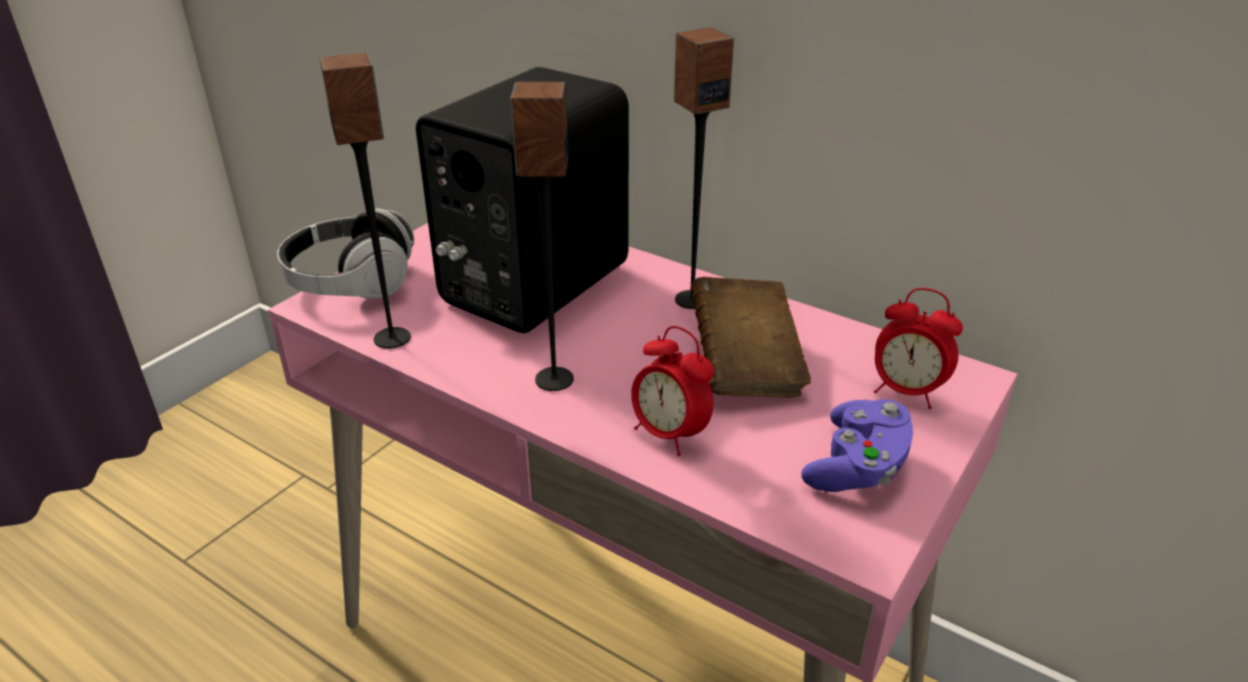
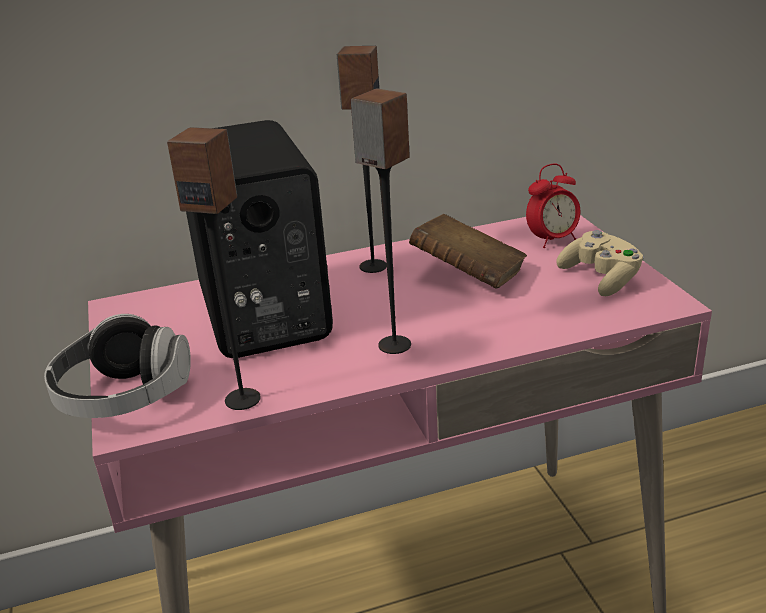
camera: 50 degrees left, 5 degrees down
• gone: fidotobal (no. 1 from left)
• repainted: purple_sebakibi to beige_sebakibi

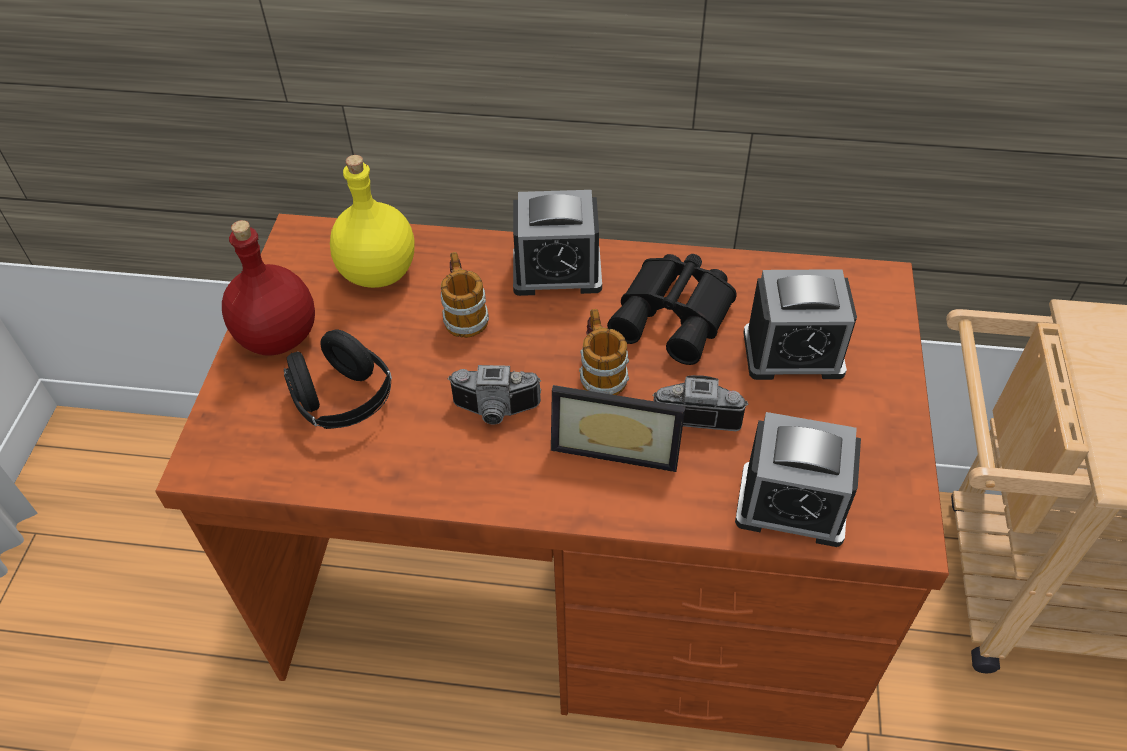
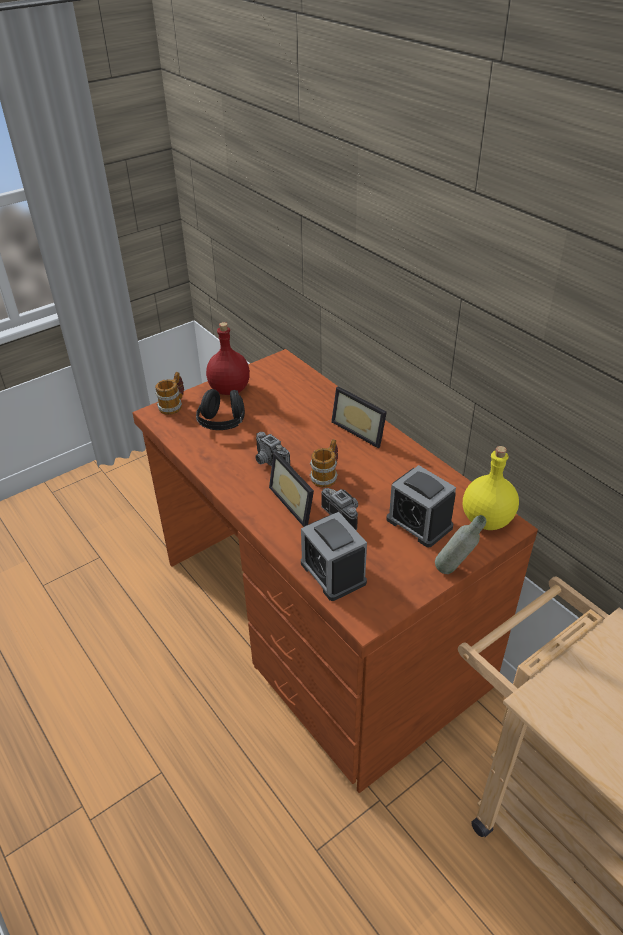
camera: 45 degrees right, 10 degrees down
• shifted: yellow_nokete
• swapped: fidotobal (no. 1 from left) to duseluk (no. 2 from left)
• shifted: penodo (no. 1 from left)
• gone: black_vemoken
• new: grey_nokete

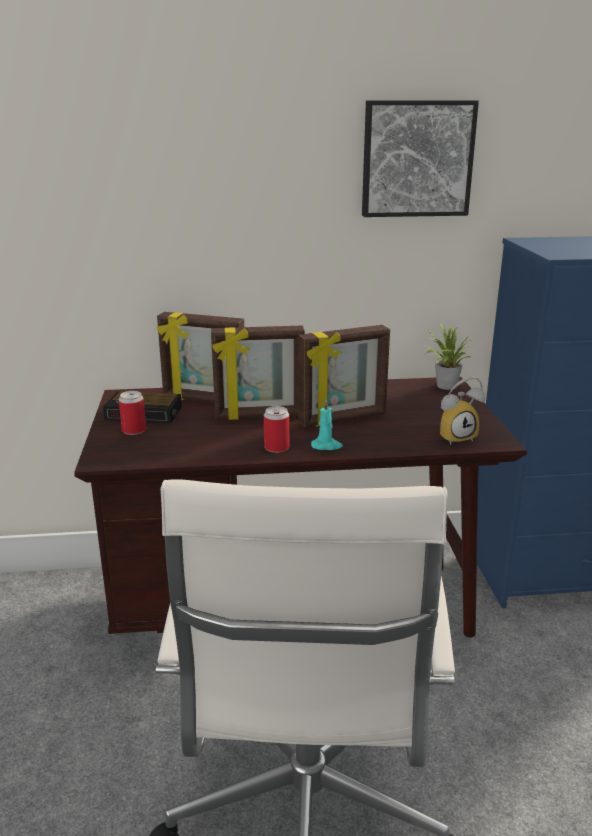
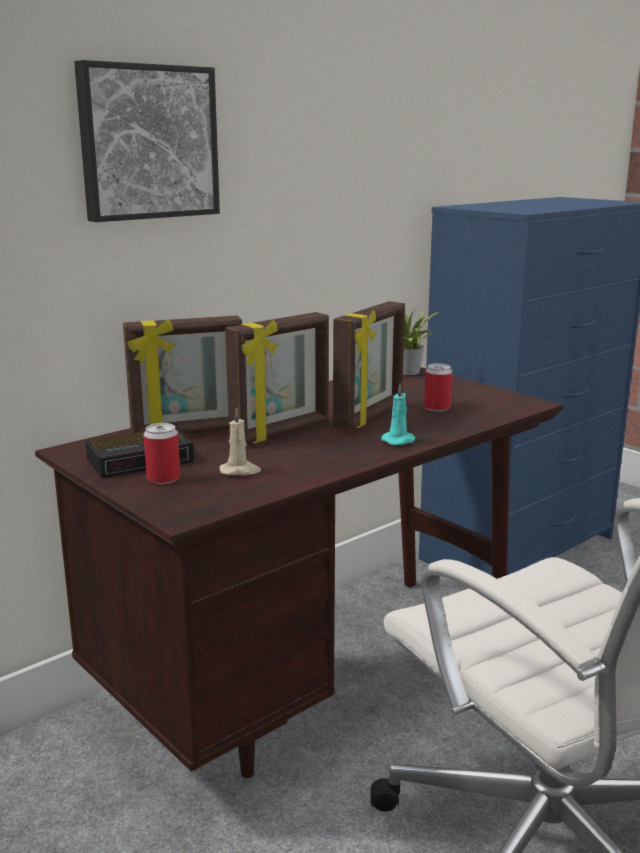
camera: 35 degrees left, 5 degrees down
• shifted: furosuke
• gone: fidotobal (no. 2 from left)
• shifted: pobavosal (no. 2 from left)
• new: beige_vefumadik

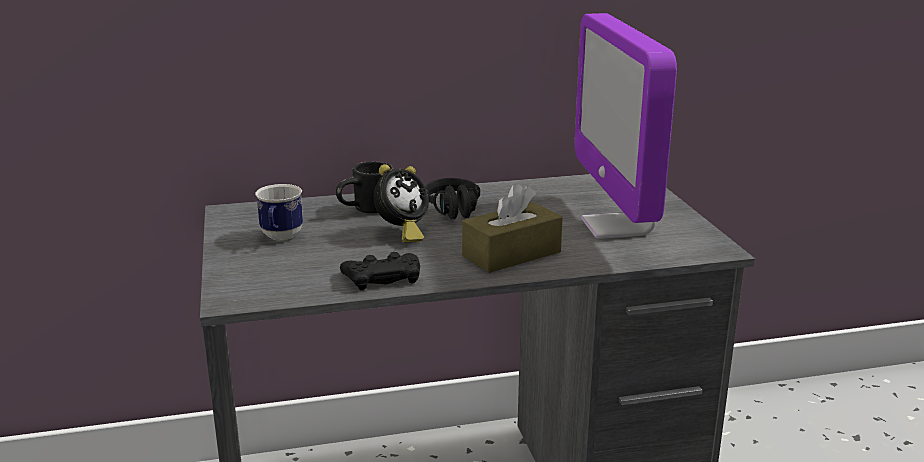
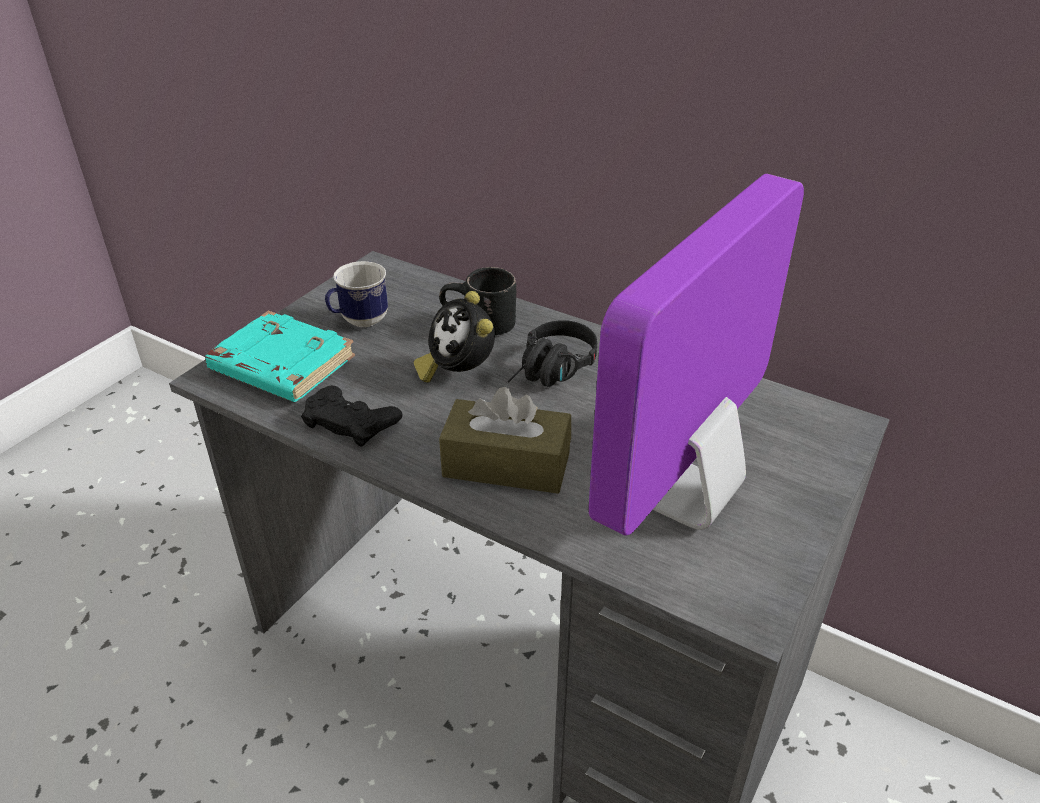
camera: 45 degrees right, 15 degrees up
• rotated: fidotobal 60 degrees clockwise
• new: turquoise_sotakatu

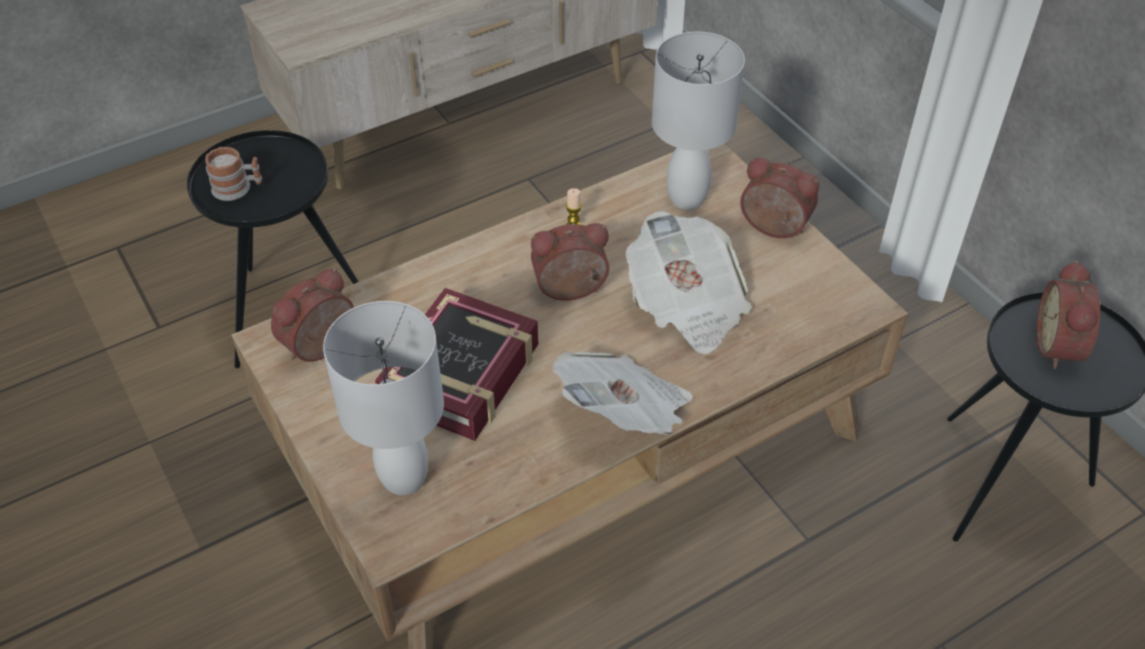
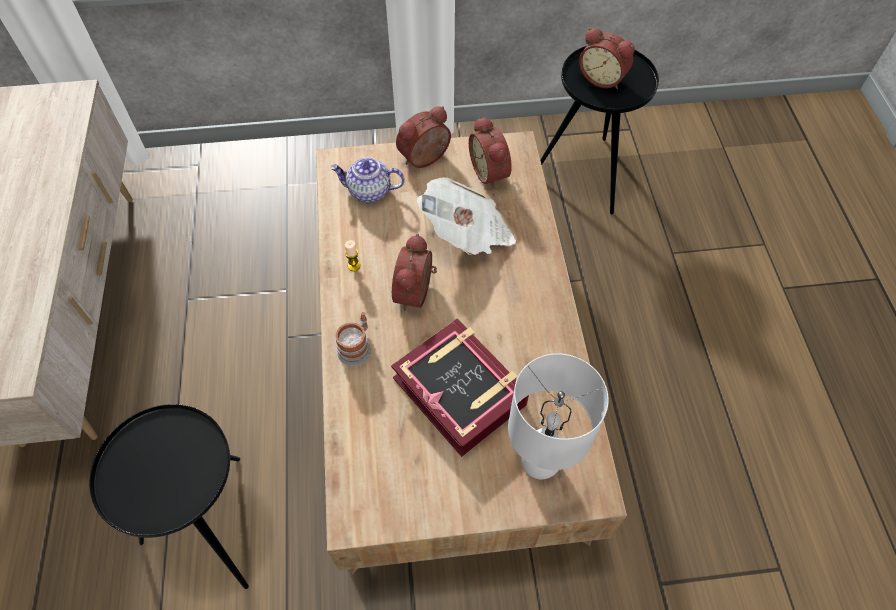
camera: 65 degrees left, 10 degrees up
• swapped: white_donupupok (no. 2 from left) to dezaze
• shifted: penodo
• shifted: fidotobal (no. 1 from left in the first image) to fidotobal (no. 3 from left)
• gone: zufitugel (no. 1 from left)

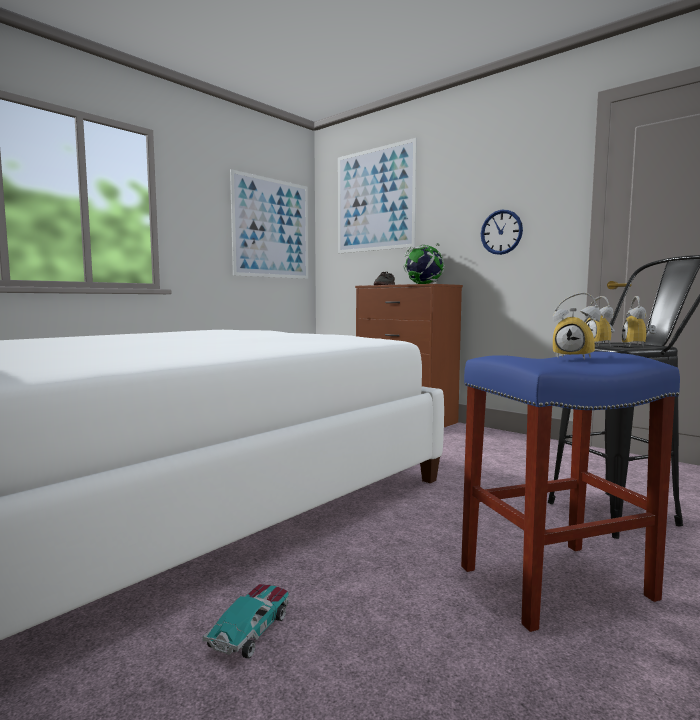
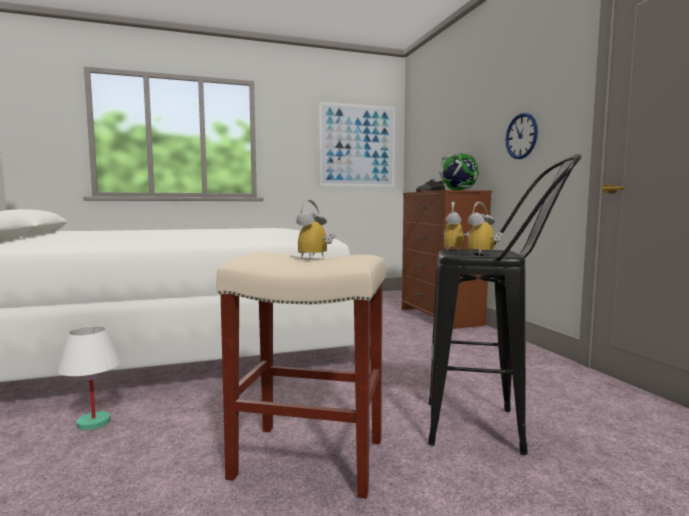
camera: 30 degrees right, 0 degrees up
• gone: furosuke (no. 2 from left)
• rotated: fidotobal (no. 1 from left) 60 degrees clockwise
• repainted: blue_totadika to beige_totadika
• swapped: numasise to white_donupupok

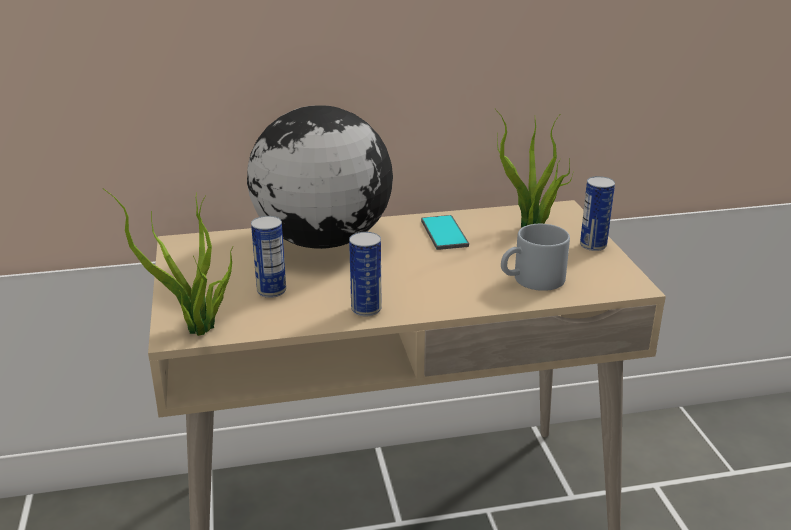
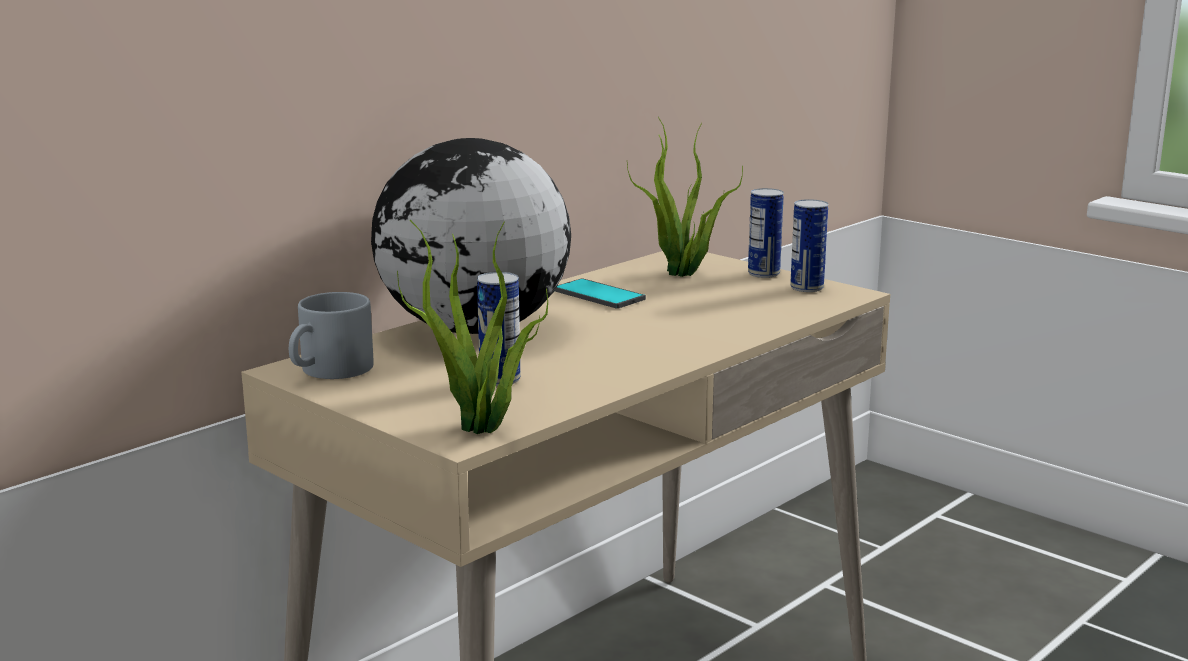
camera: 35 degrees left, 10 degrees down
• shifted: grey_penodo
• shifted: pobavosal (no. 2 from left in the first image) to pobavosal (no. 3 from left)

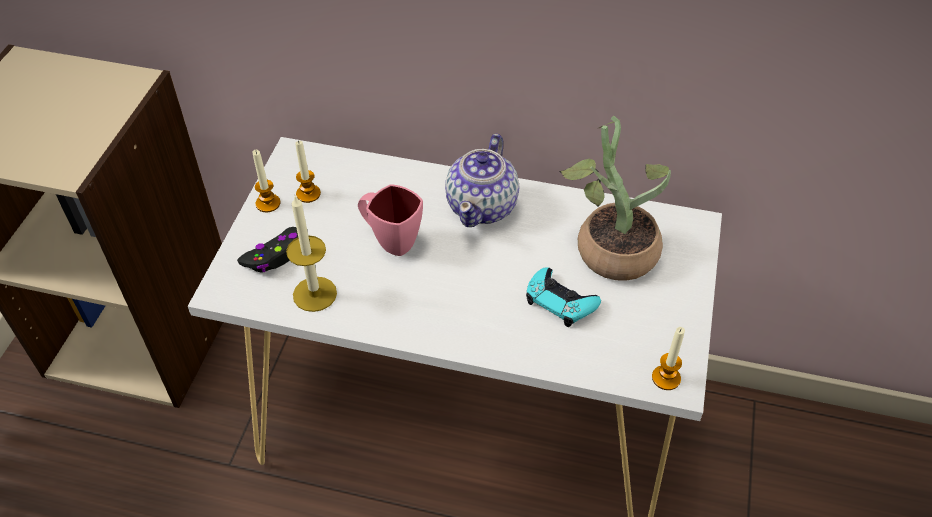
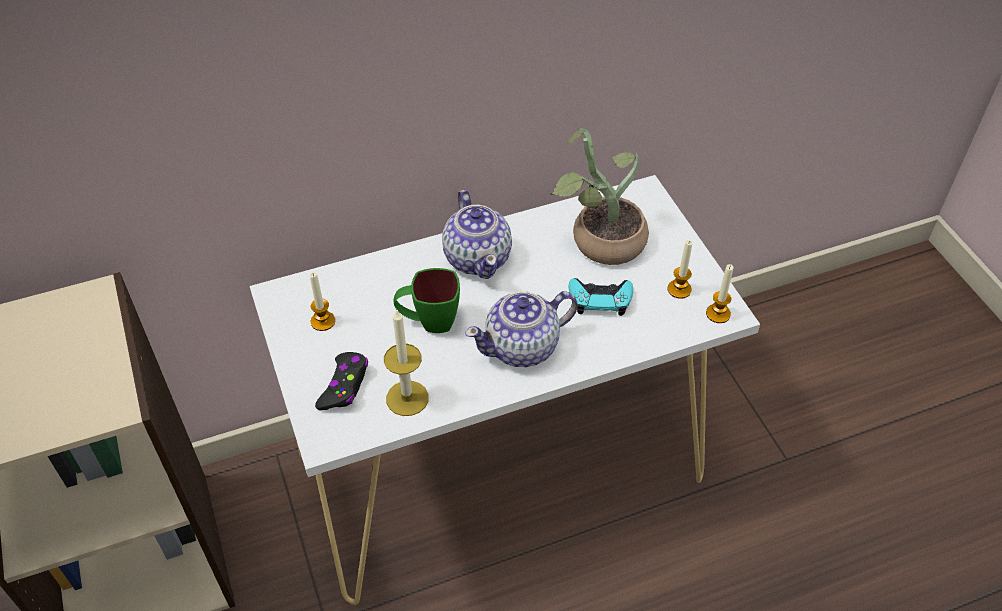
camera: 35 degrees left, 0 degrees up
• shifted: vefumadik (no. 1 from left in the first image) to vefumadik (no. 3 from left)
• repainted: pink_penodo to green_penodo
• new: dezaze (no. 2 from left)

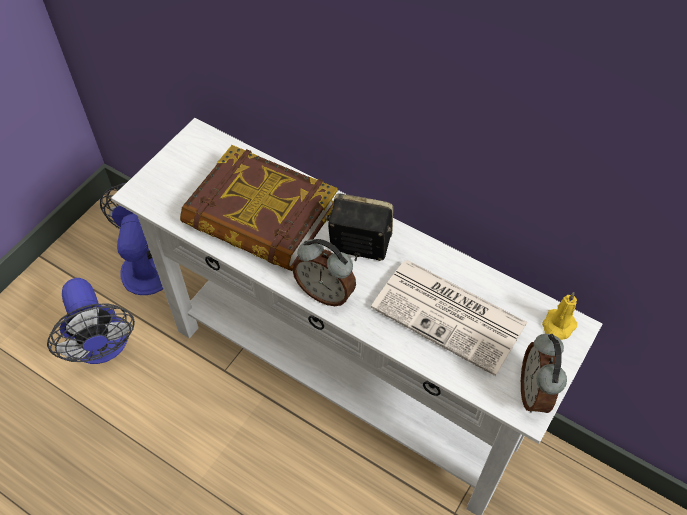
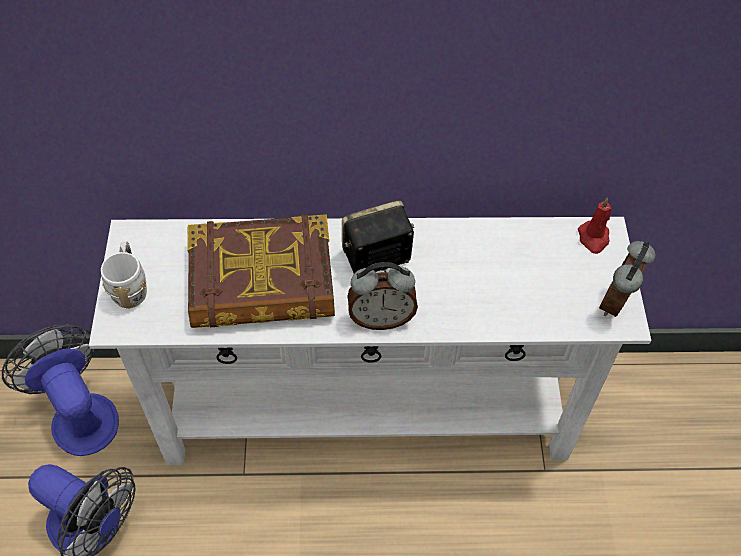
camera: 35 degrees left, 0 degrees up
• gone: zufitugel
• repainted: yellow_vefumadik to red_vefumadik
• rotated: fidotobal (no. 2 from left) 60 degrees clockwise
• new: white_penodo

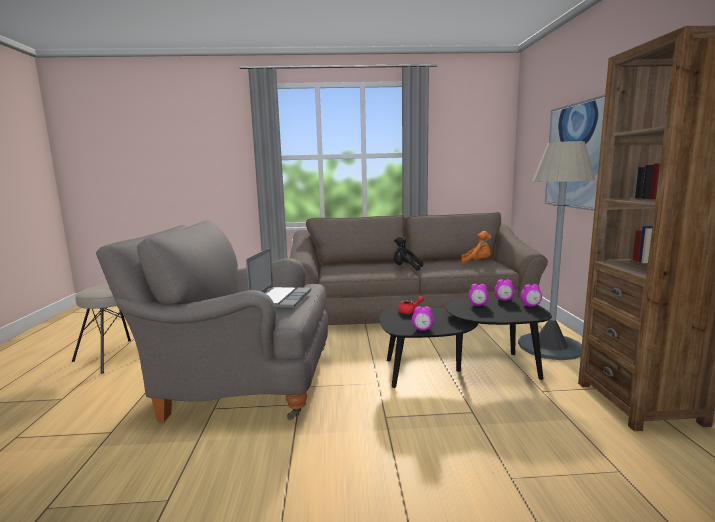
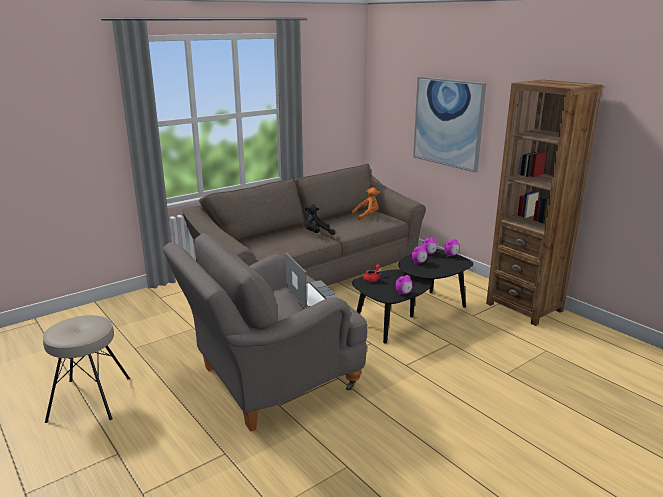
camera: 35 degrees left, 10 degrees up
• gone: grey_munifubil

